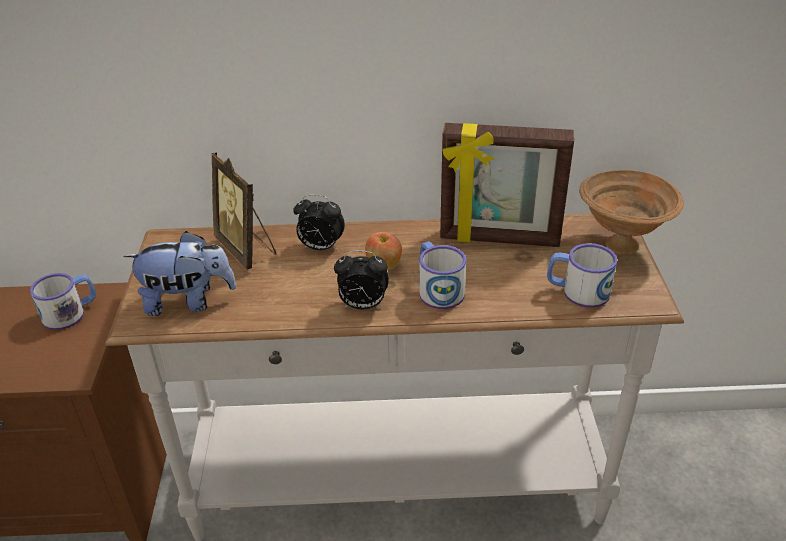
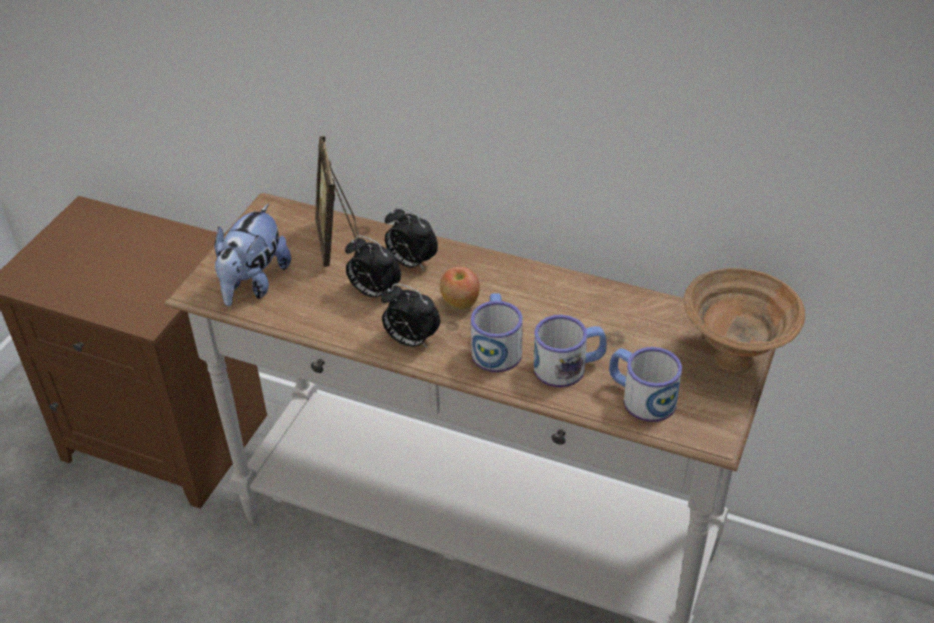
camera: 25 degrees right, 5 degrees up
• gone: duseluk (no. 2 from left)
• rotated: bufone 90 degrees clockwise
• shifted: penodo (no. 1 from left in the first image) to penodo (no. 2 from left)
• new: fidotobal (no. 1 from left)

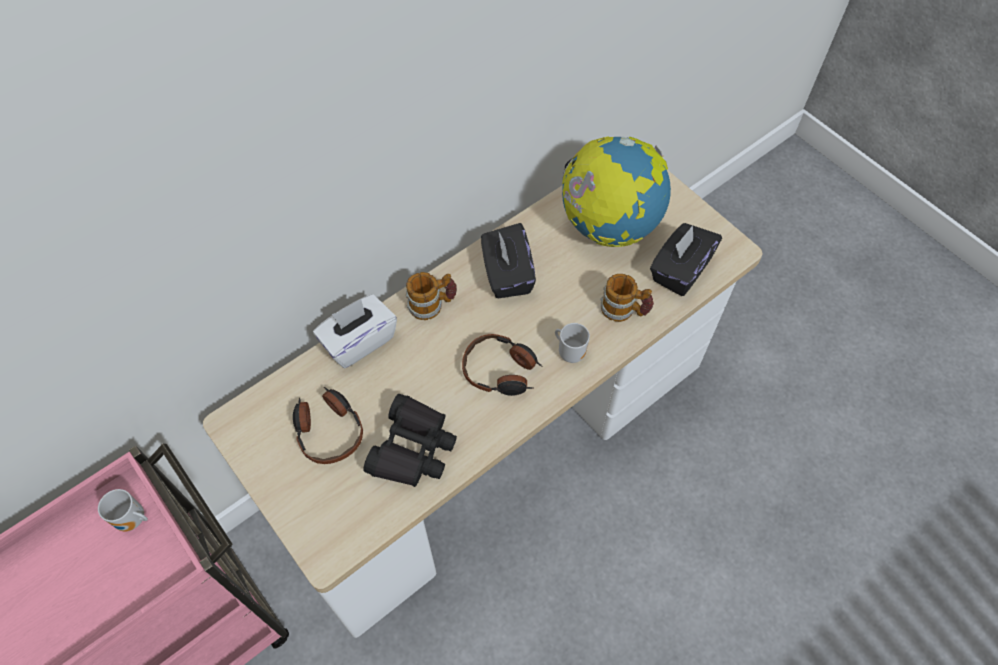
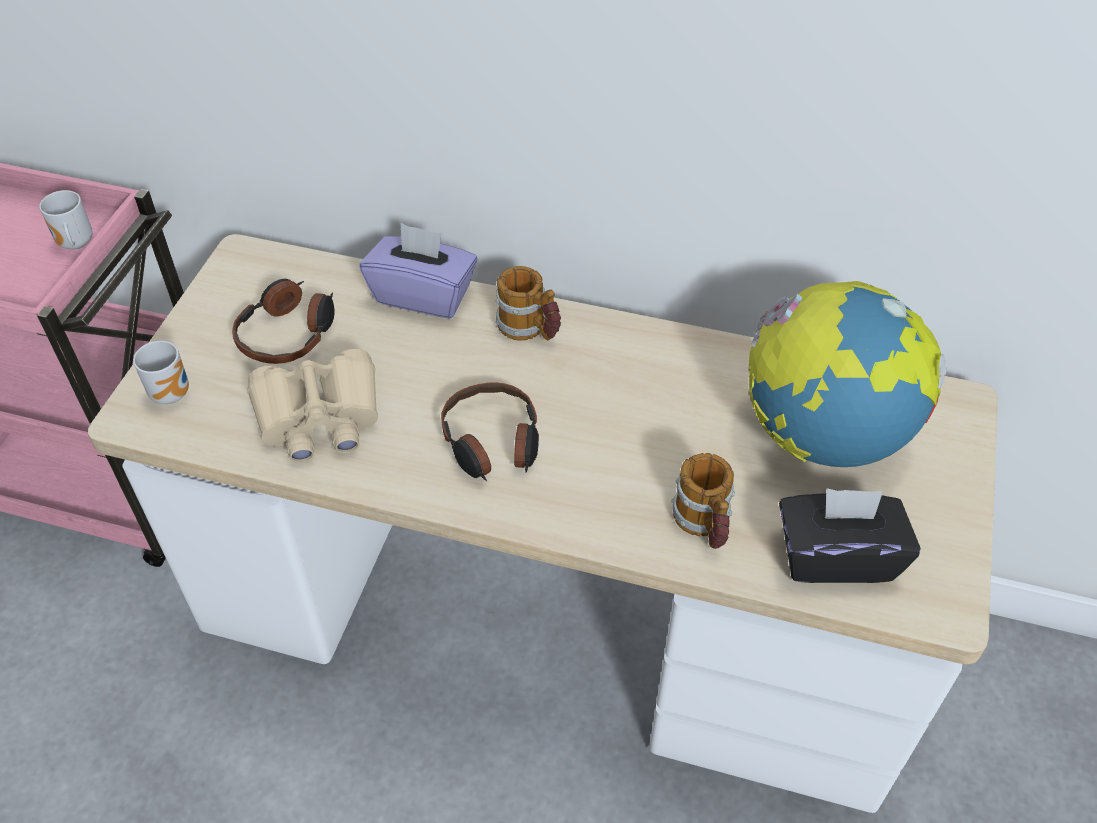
camera: 55 degrees right, 10 degrees down
• gone: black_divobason (no. 1 from left)
• repainted: white_divobason to purple_divobason
• shifted: penodo (no. 3 from left in the first image) to penodo (no. 2 from left)
• repainted: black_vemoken to beige_vemoken

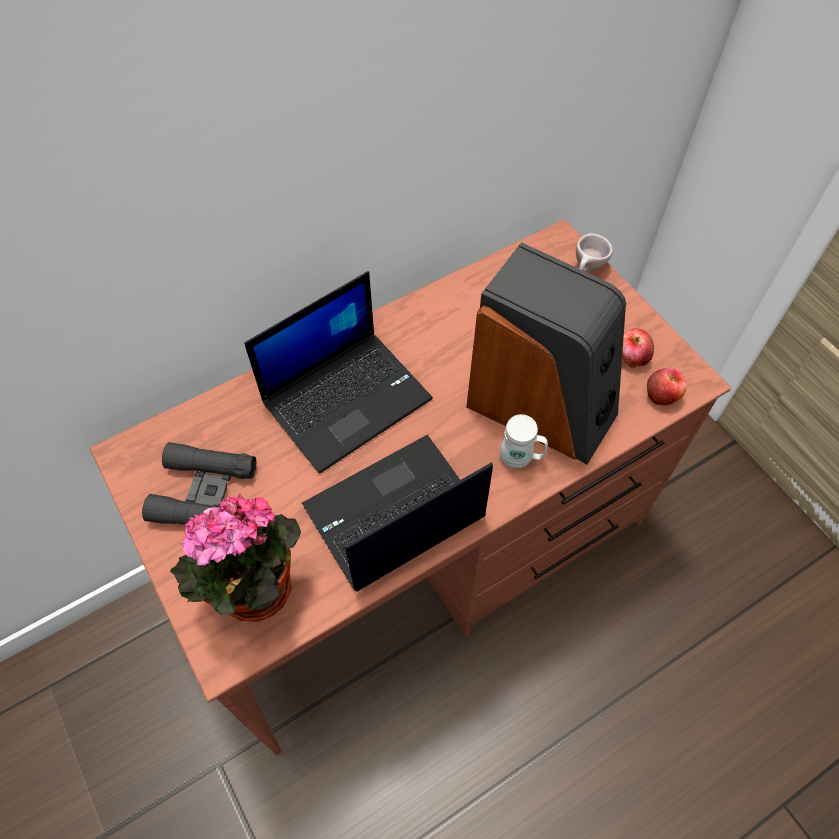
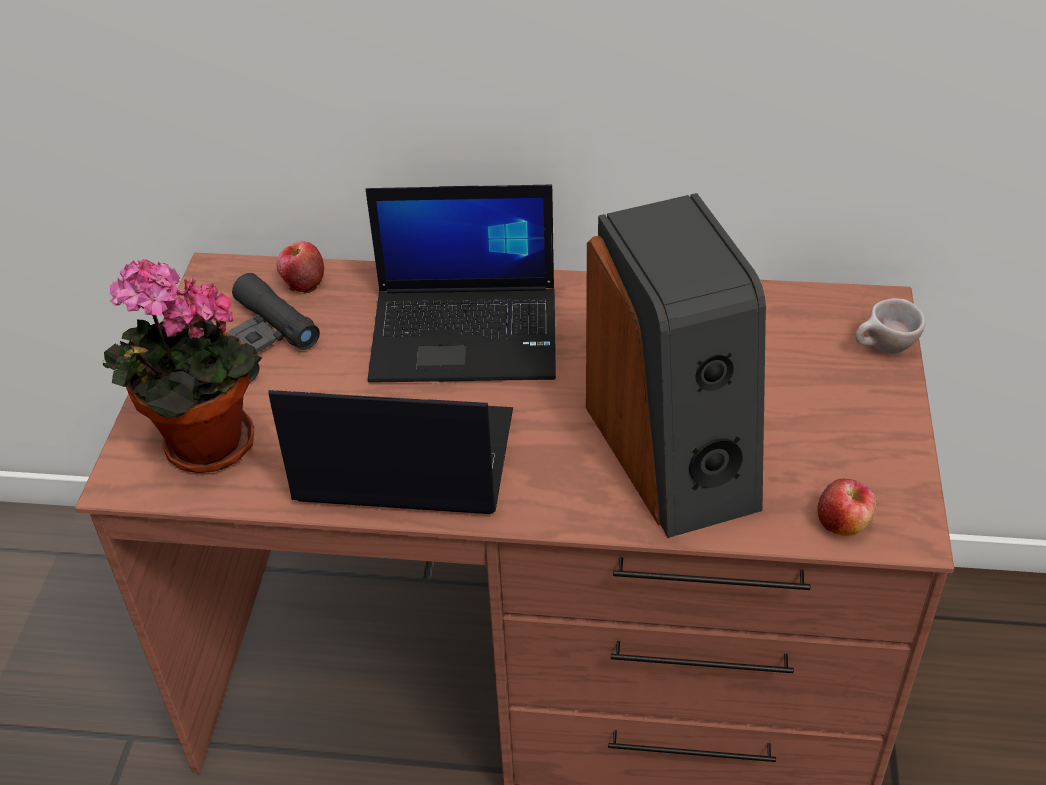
camera: 40 degrees right, 15 degrees down
• shifted: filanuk (no. 1 from left)
• gone: white_penodo

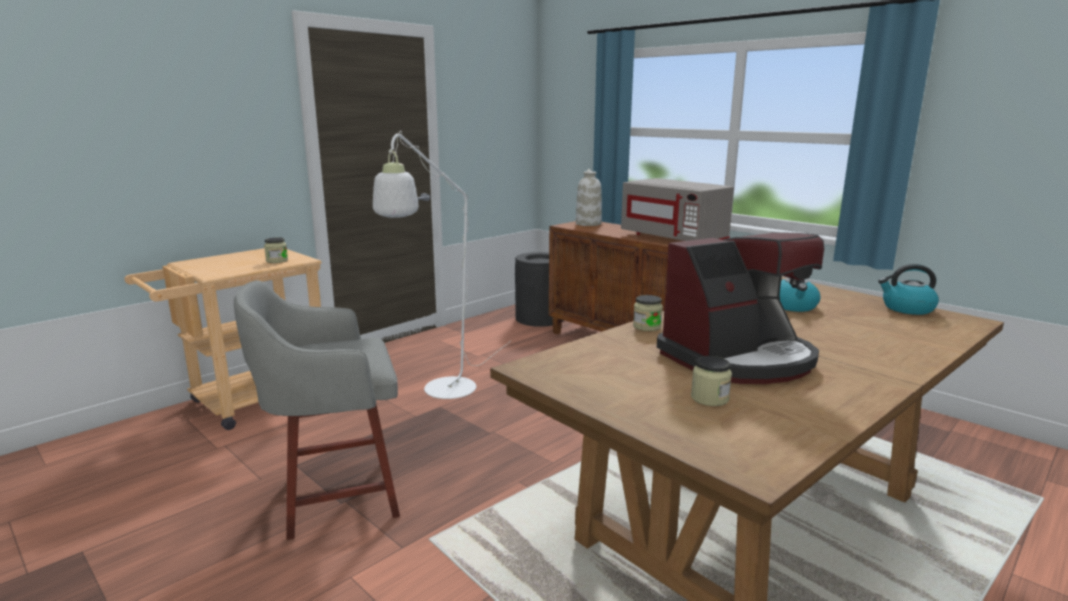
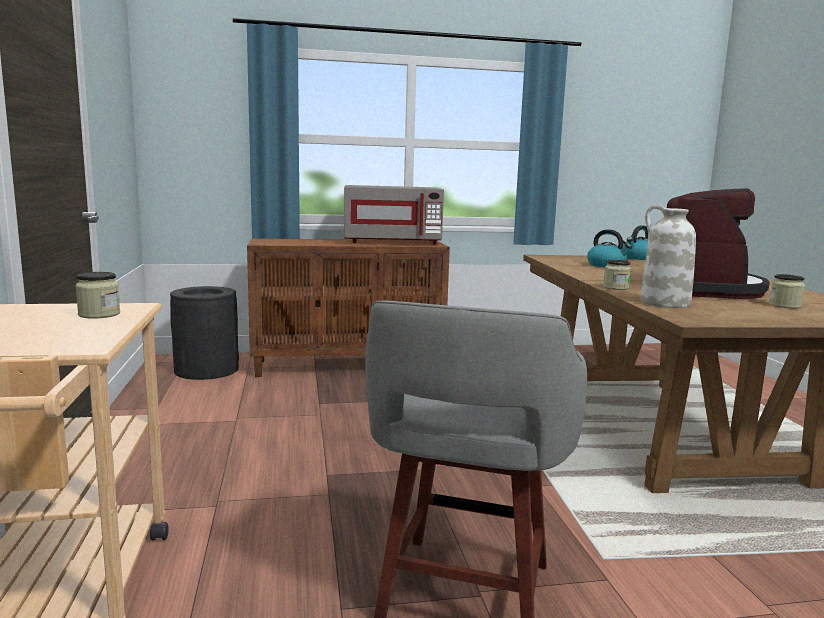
camera: 55 degrees left, 5 degrees down
• gone: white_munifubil
• shifted: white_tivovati

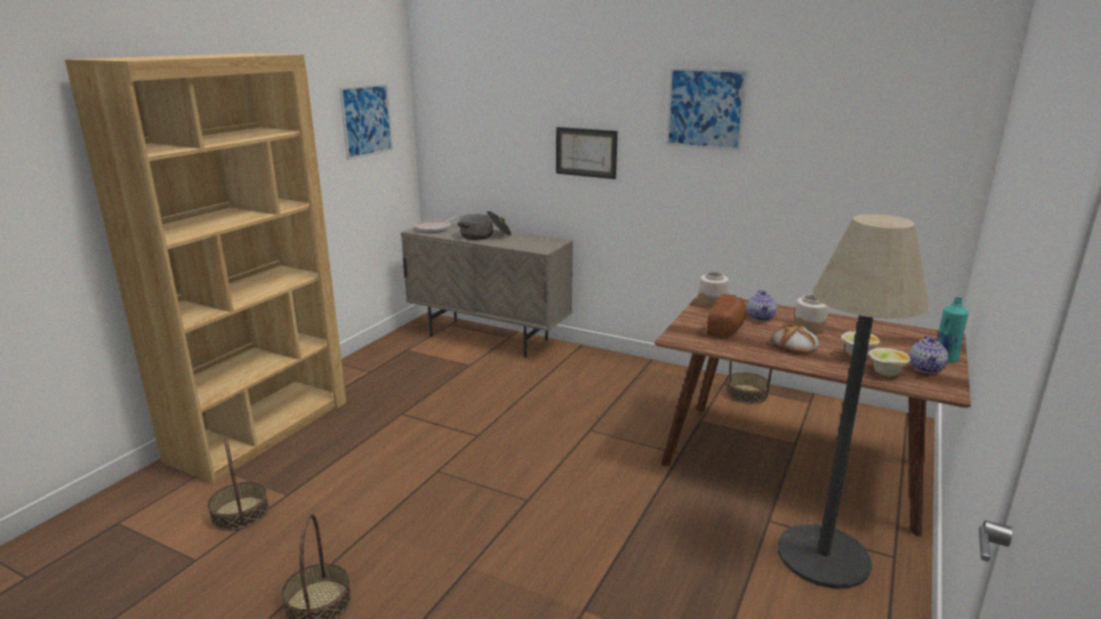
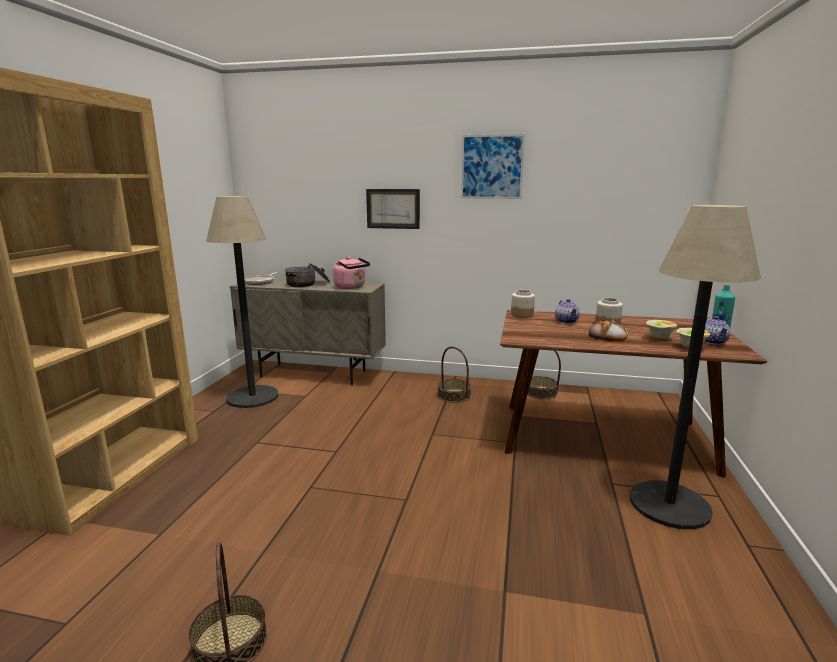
camera: 15 degrees left, 5 degrees down
• gone: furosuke (no. 1 from left)
• gone: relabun (no. 1 from left)
• shifted: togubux (no. 1 from left in the first image) to togubux (no. 2 from left)
• new: munifubil (no. 1 from left)
• new: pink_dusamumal

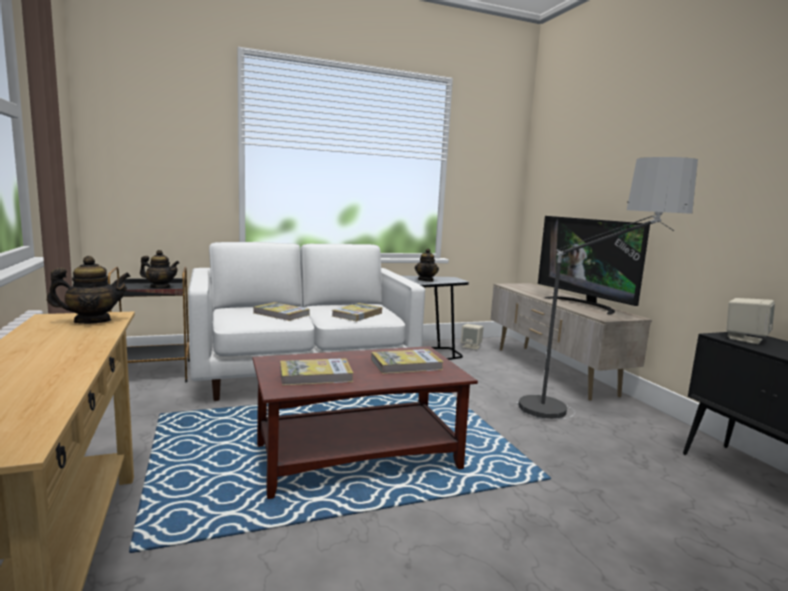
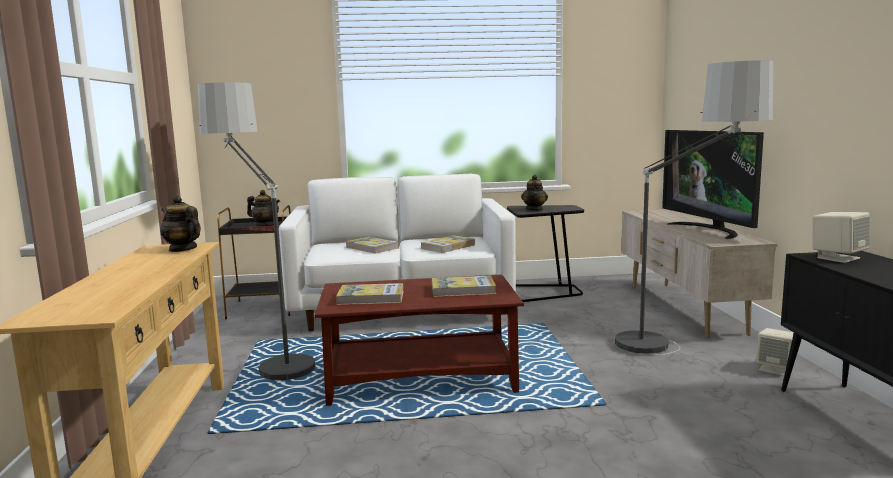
camera: 15 degrees right, 0 degrees up
• rotated: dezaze (no. 1 from left) 135 degrees counterclockwise
• shifted: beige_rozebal (no. 1 from left)
• new: munifubil (no. 1 from left)

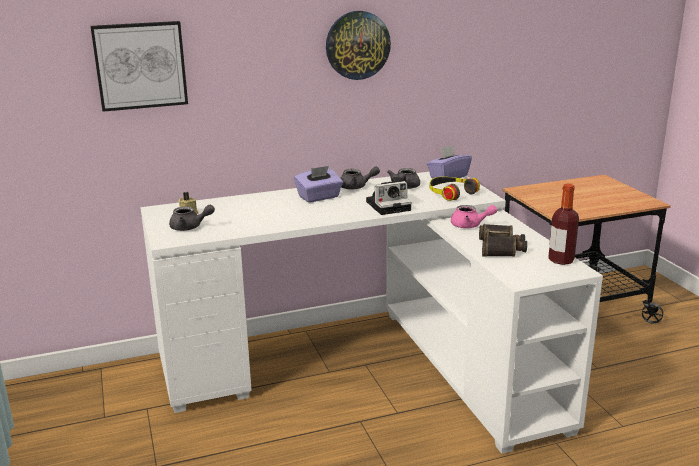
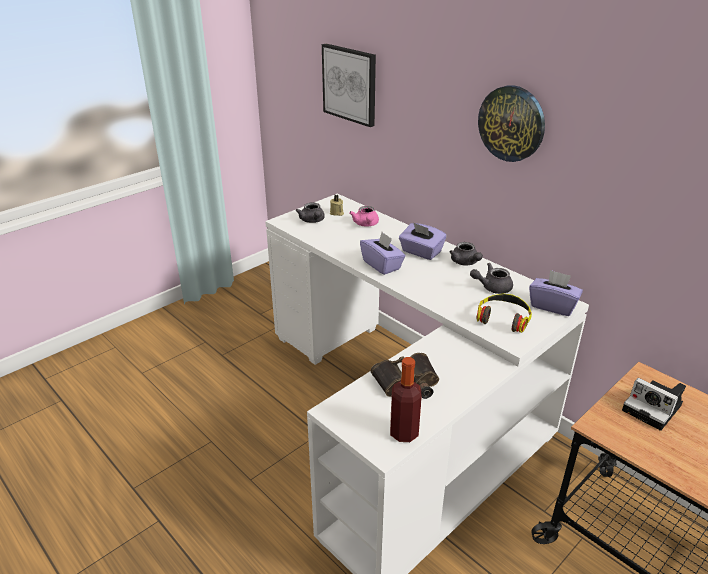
camera: 65 degrees right, 10 degrees up
• shifted: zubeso
• shifted: pink_dezaze
• new: purple_divobason (no. 1 from left)

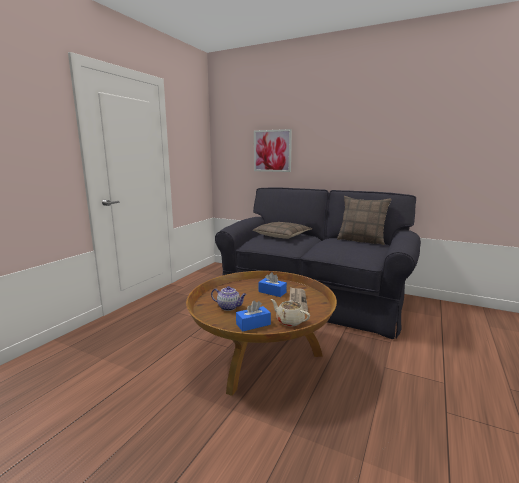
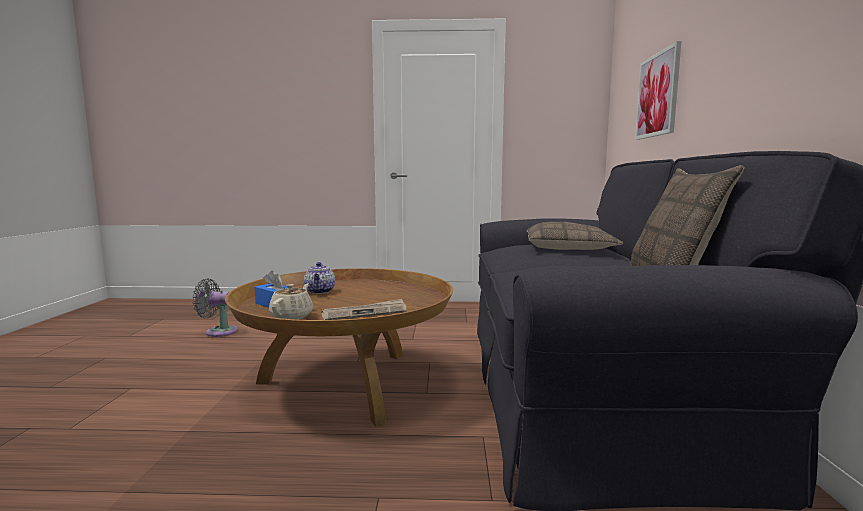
camera: 65 degrees right, 5 degrees down
• gone: blue_divobason (no. 2 from left)
• new: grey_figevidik

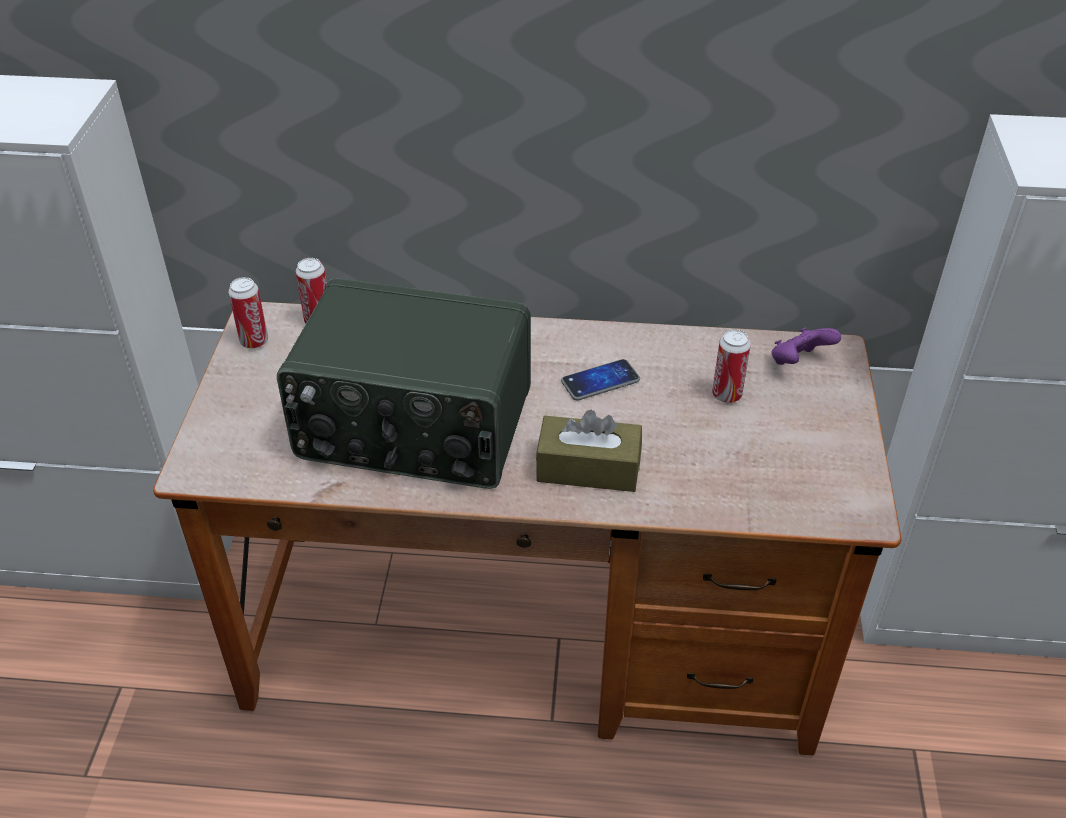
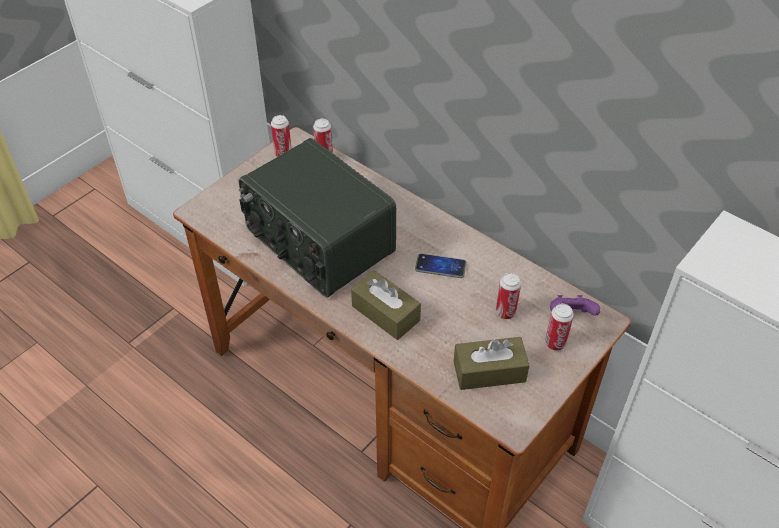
camera: 35 degrees right, 5 degrees up
• new: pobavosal (no. 4 from left)
• new: brown_divobason (no. 2 from left)

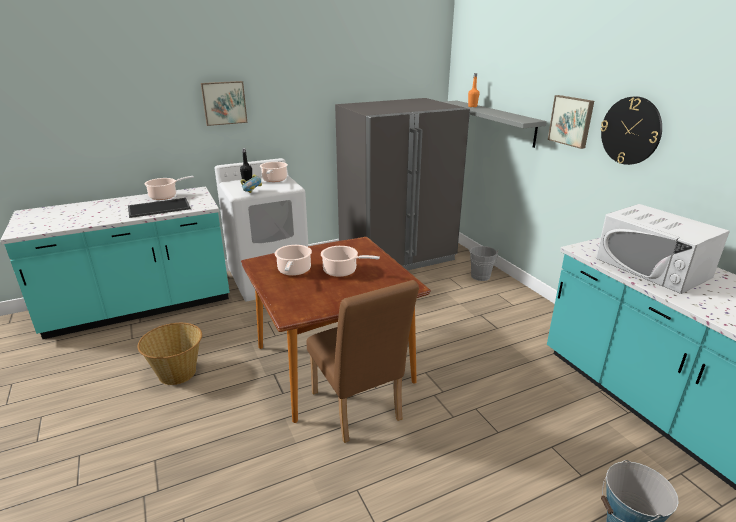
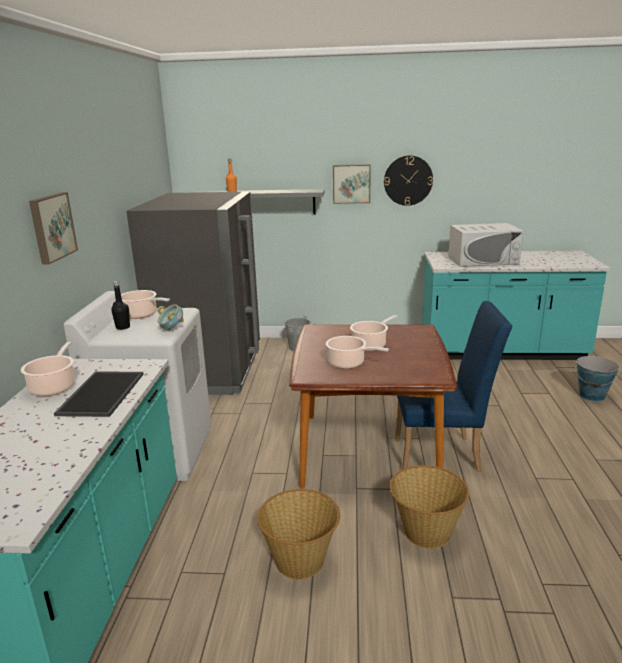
camera: 60 degrees left, 5 degrees down
• repainted: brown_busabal to blue_busabal
• new: togubux (no. 2 from left)

